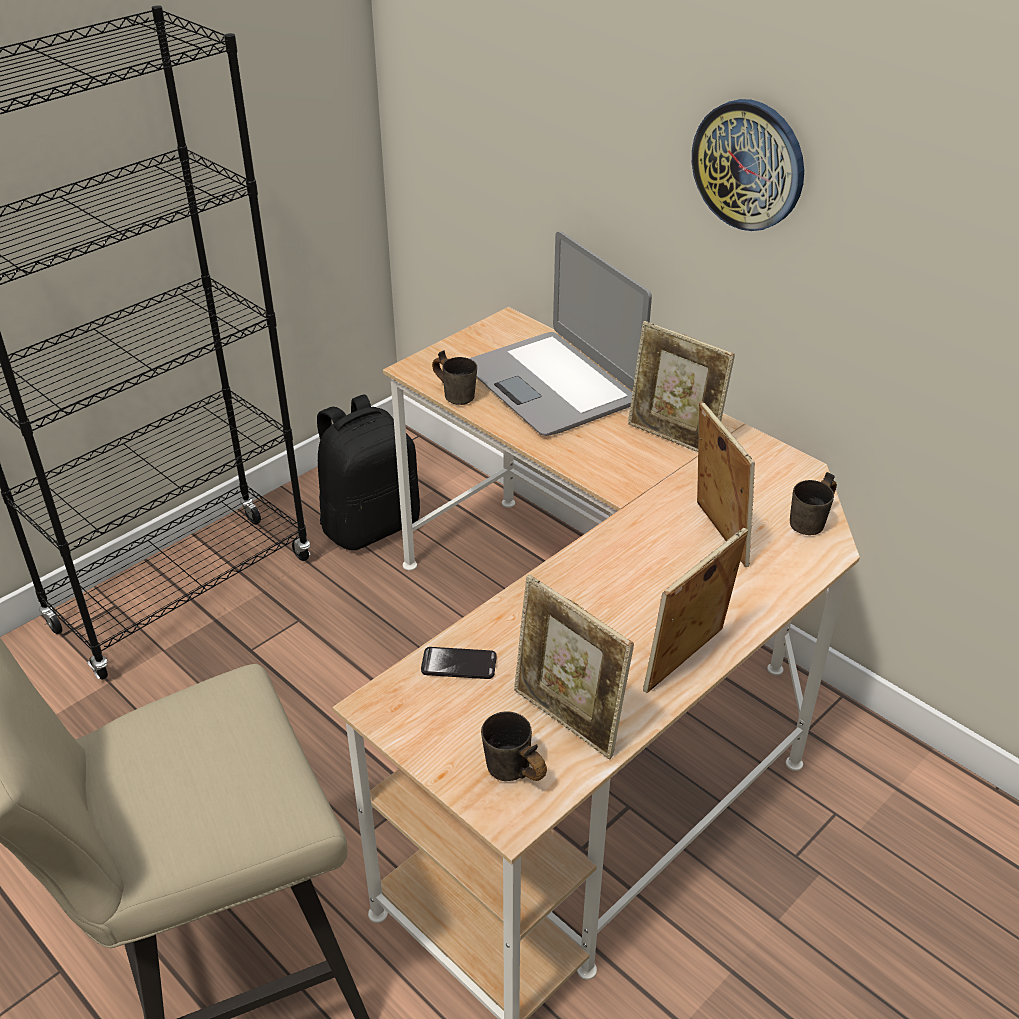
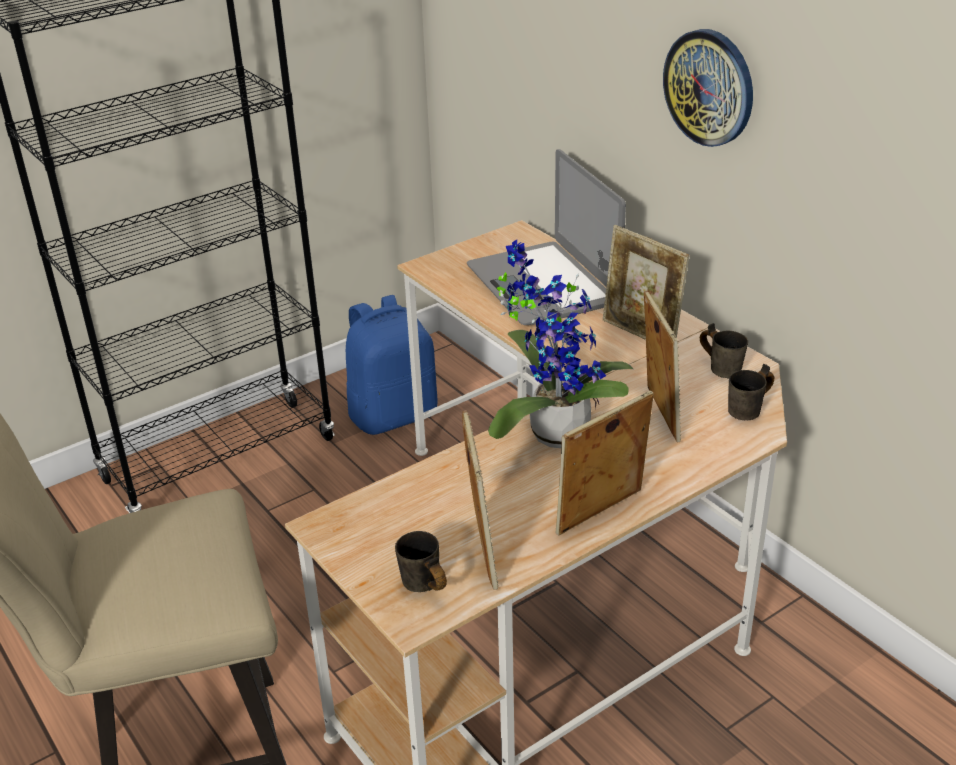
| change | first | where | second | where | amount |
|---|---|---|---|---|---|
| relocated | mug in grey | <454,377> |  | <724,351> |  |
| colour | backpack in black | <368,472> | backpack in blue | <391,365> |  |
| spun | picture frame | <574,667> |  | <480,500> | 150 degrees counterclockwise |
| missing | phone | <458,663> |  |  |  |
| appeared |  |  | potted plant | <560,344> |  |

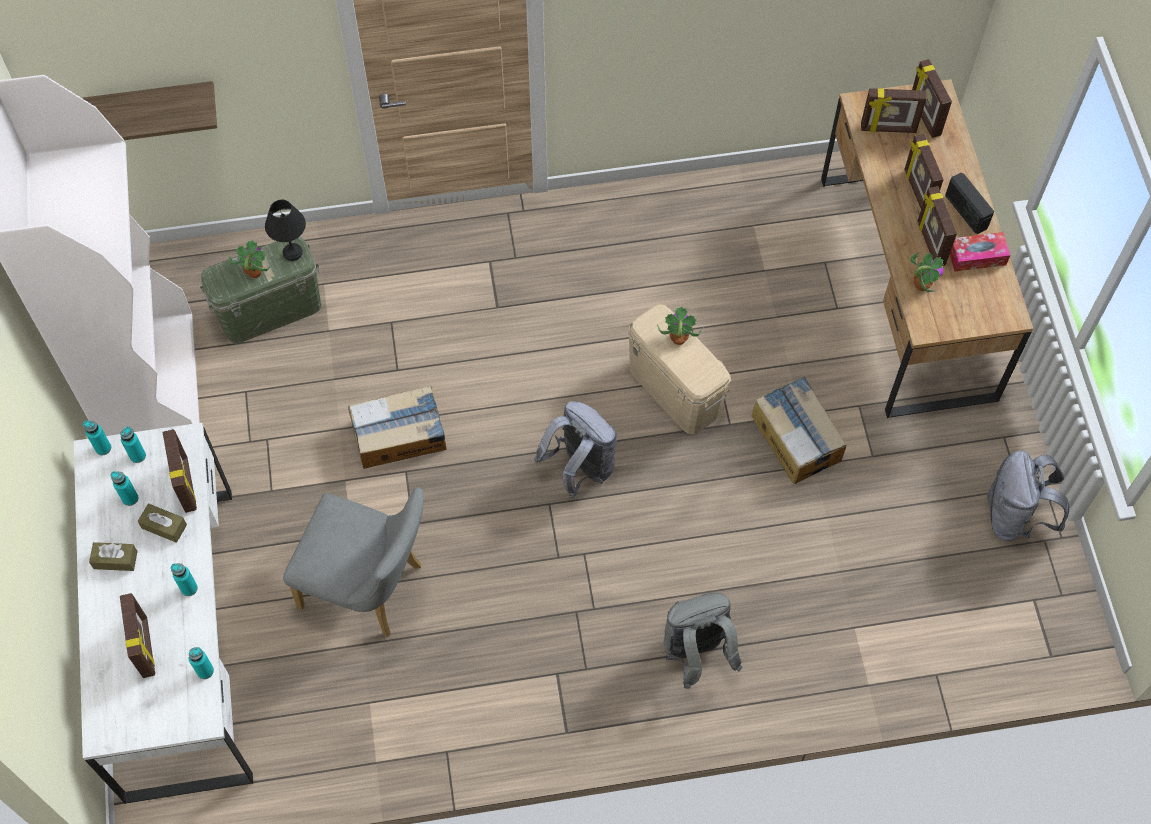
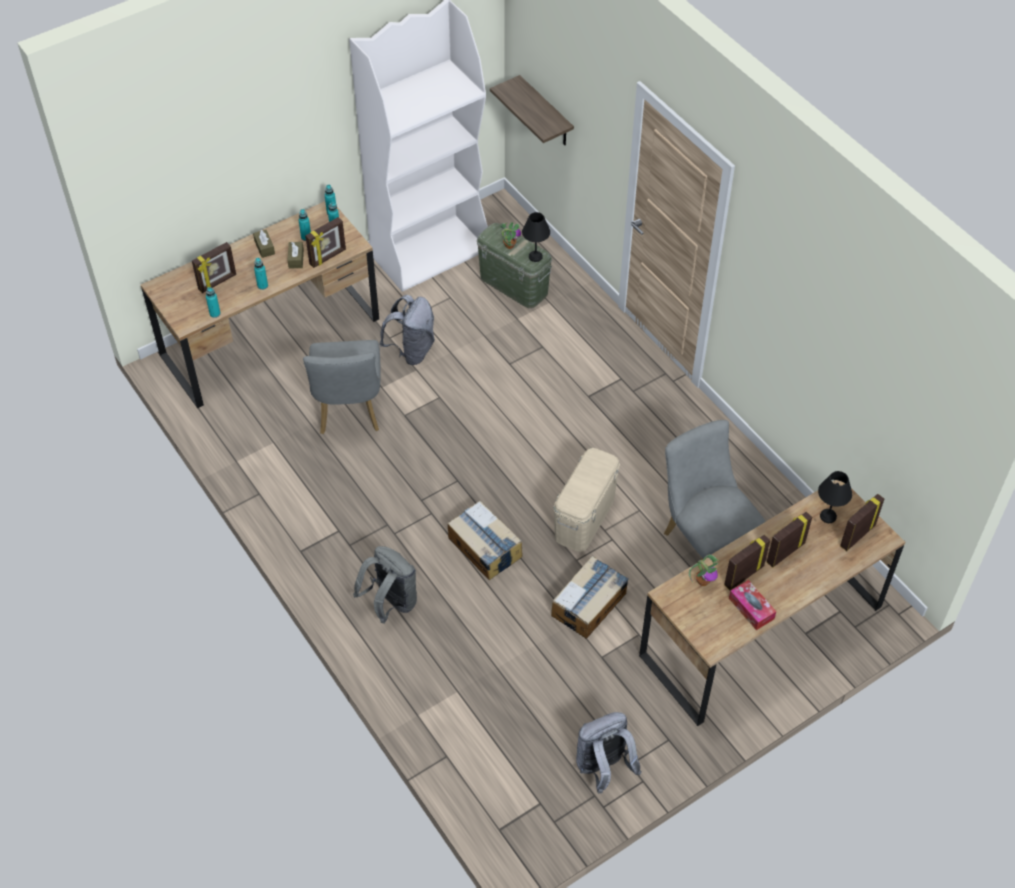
| change | first | where | second | where | amount |
|---|---|---|---|---|---|
| exchanged | picture frame | <893,110> | table lamp in black | <835,497> |  |
| missing | radio | <969,203> |  |  |  |
| missing | potted plant | <680,325> |  |  |  |
| relocated | cardboard box | <397,427> |  | <485,540> |  |
| relocated | backpack in grey | <575,449> |  | <407,330> |  |
| colour | desk in white | <163,613> | desk in brown | <260,304> |  |
| appeared |  |  | chair in grey | <715,490> |  |

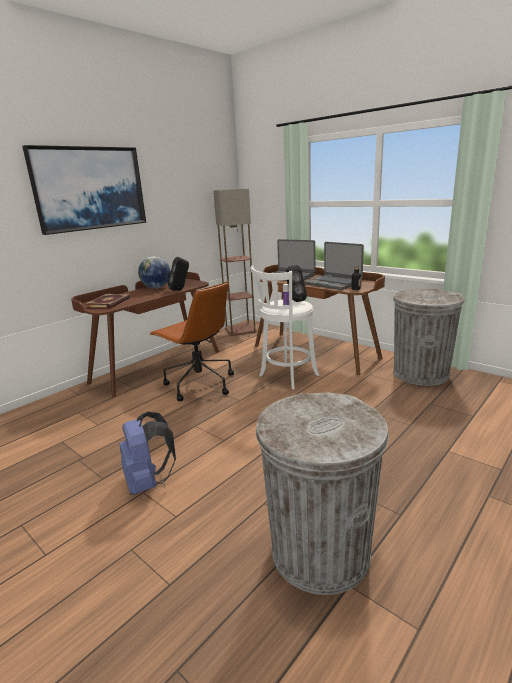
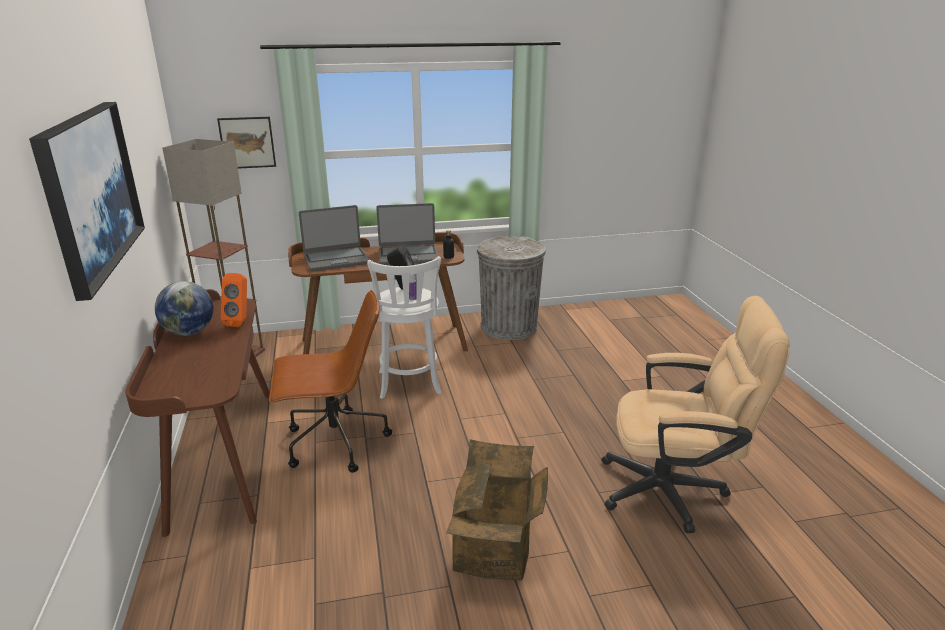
| change | first | where | second | where | amount |
|---|---|---|---|---|---|
| colour | speaker in black | <178,273> | speaker in orange | <234,300> |  |
| missing | book | <107,301> |  |  |  |
| exchanged | trash can in grey | <322,494> | office chair in beige | <695,414> |  |
| exchanged | backpack in blue | <147,453> | cardboard box | <497,509> |  |
| appeared |  |  | picture | <246,143> |  |

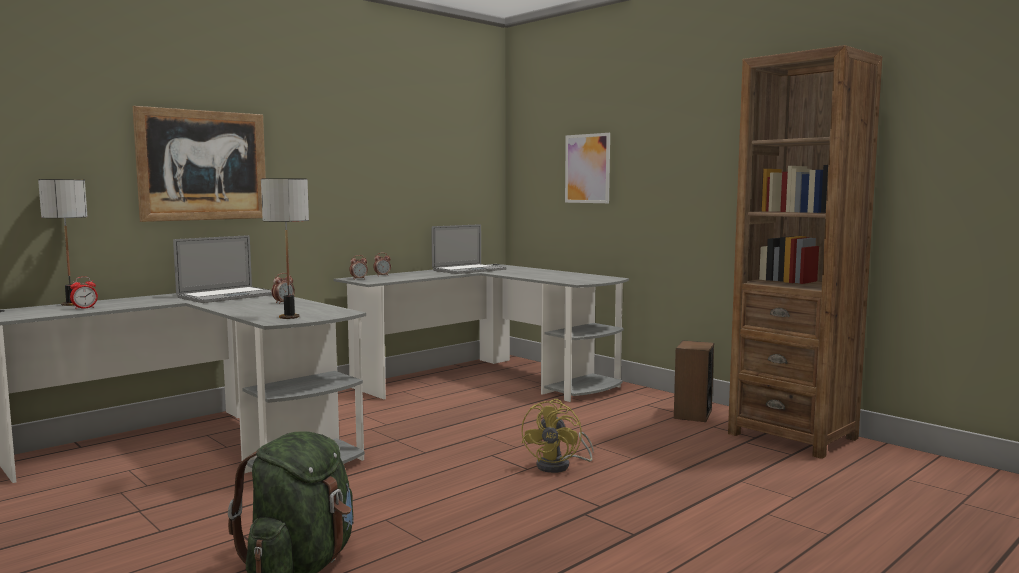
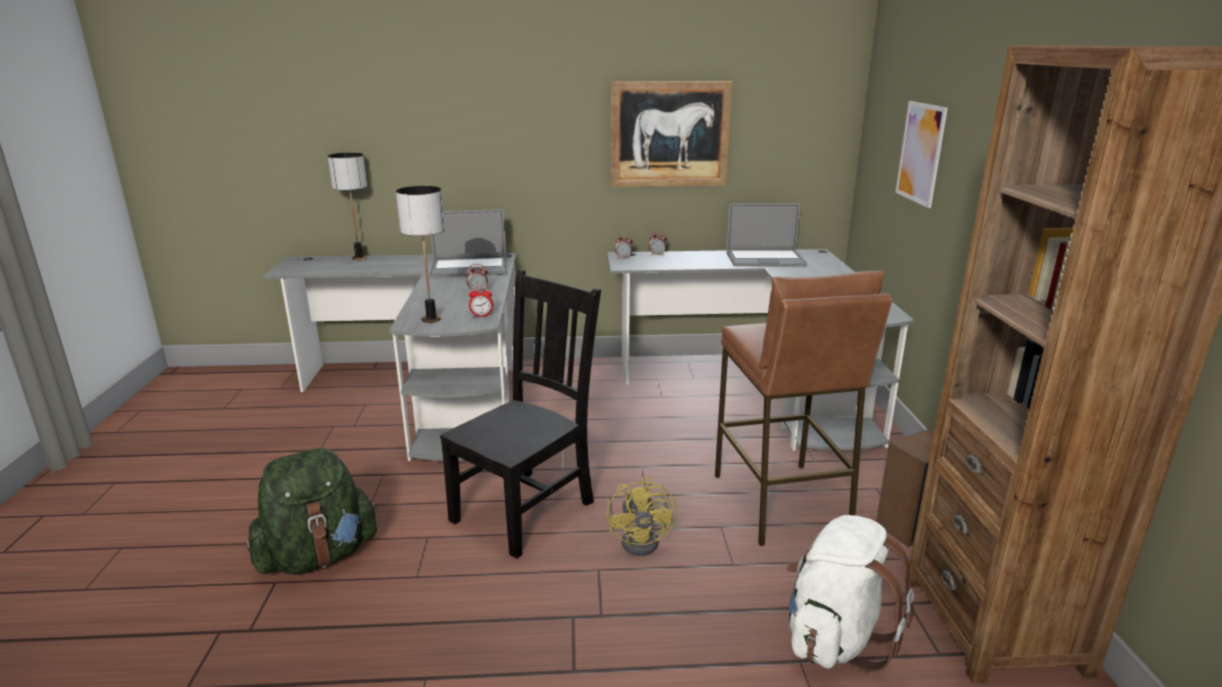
| change | first | where | second | where | amount |
|---|---|---|---|---|---|
| relocated | picture | <199,164> |  | <672,134> |  |
| relocated | alarm clock | <84,293> |  | <481,301> |  |
| spun | fan in yellow | <557,436> |  | <642,516> | 60 degrees counterclockwise |
| appeared |  |  | chair in black | <520,414> |  |
| appeared |  |  | stool in brown | <803,408> |  |
| appeared |  |  | backpack in white | <850,593> |  |

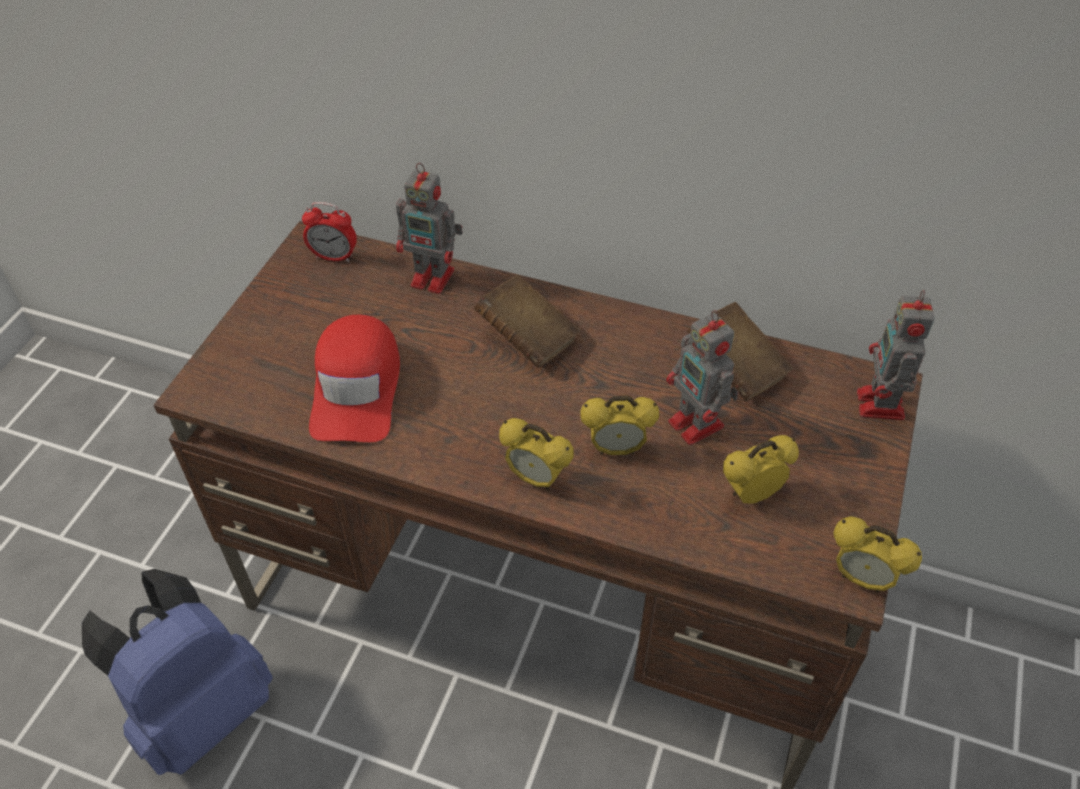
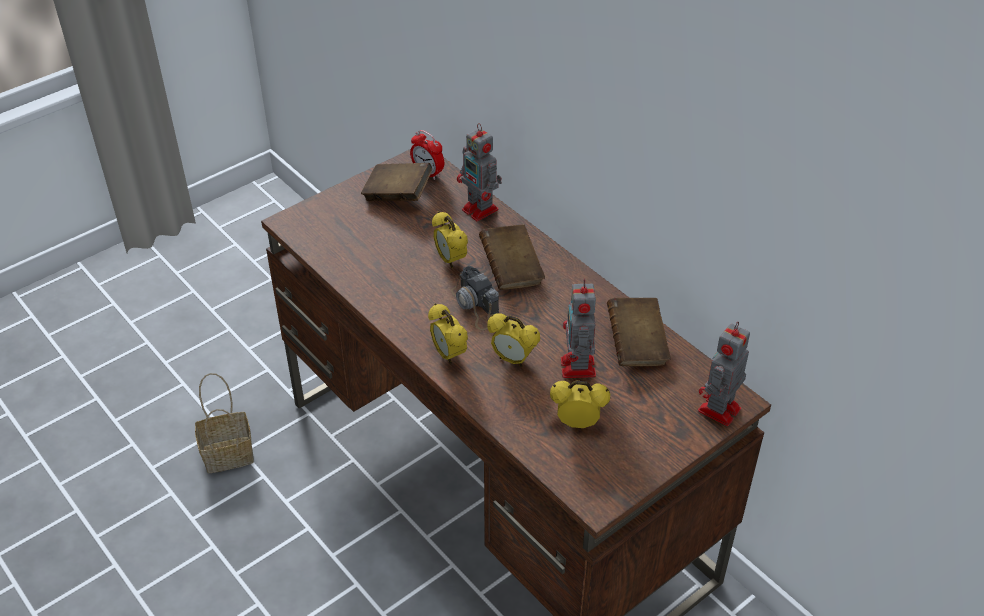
| change | first | where | second | where | amount |
|---|---|---|---|---|---|
| missing | cap in red | <354,378> |  |  |  |
| relocated | alarm clock | <878,554> |  | <450,239> |  |
| exchanged | backpack in blue | <177,672> | basket | <224,423> |  |
| appeared |  |  | book in brown | <396,182> |  |
| appeared |  |  | photo camera | <475,298> |  |

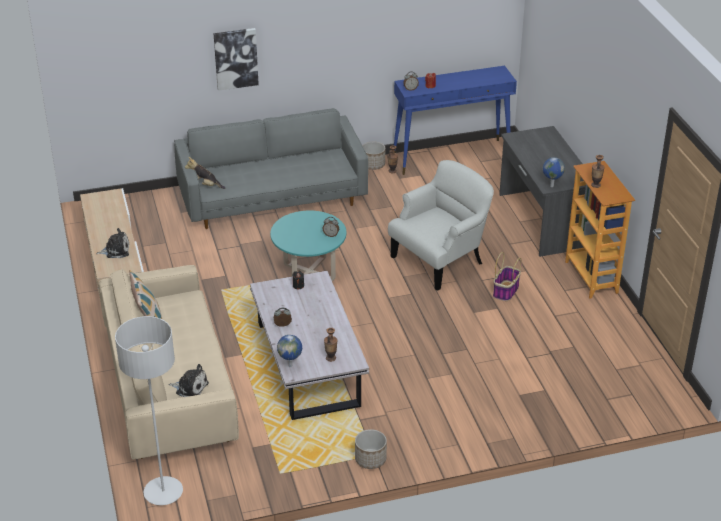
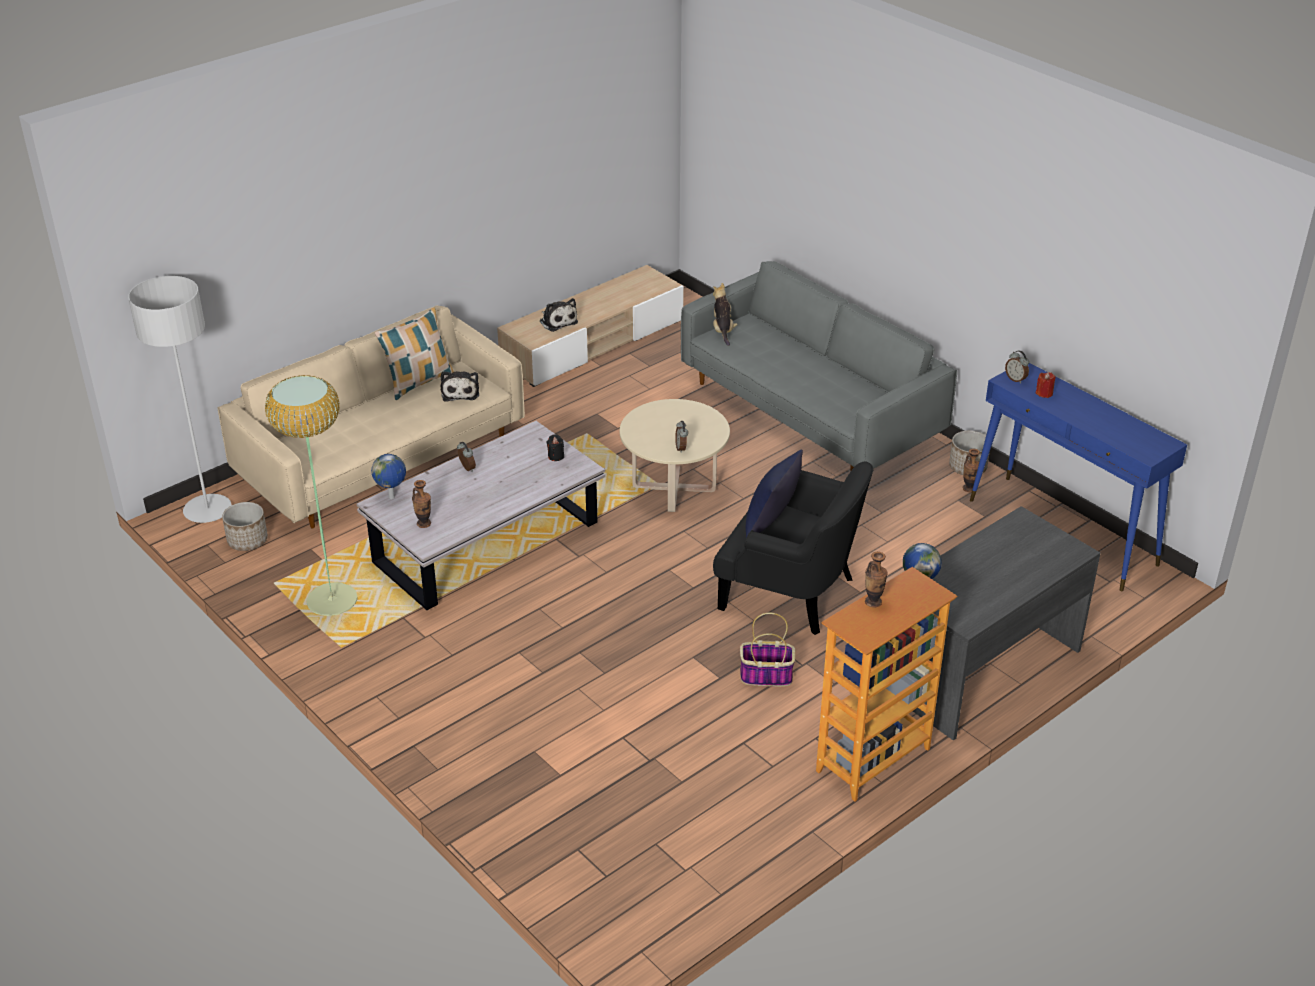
| change | first | where | second | where | amount |
|---|---|---|---|---|---|
| missing | picture | <236,59> |  |  |  |
| colour | armchair in white | <441,225> | armchair in black | <793,548> |  |
| colour | coffee table in turquoise | <308,246> | coffee table in beige | <675,455> |  |
| relocated | plush toy | <189,380> |  | <460,386> |  |
| relocated | planter | <371,449> |  | <245,526> |  |
| appeared |  |  | floor lamp | <311,495> |  |
| appeared |  |  | pillow in blue | <774,493> |  |

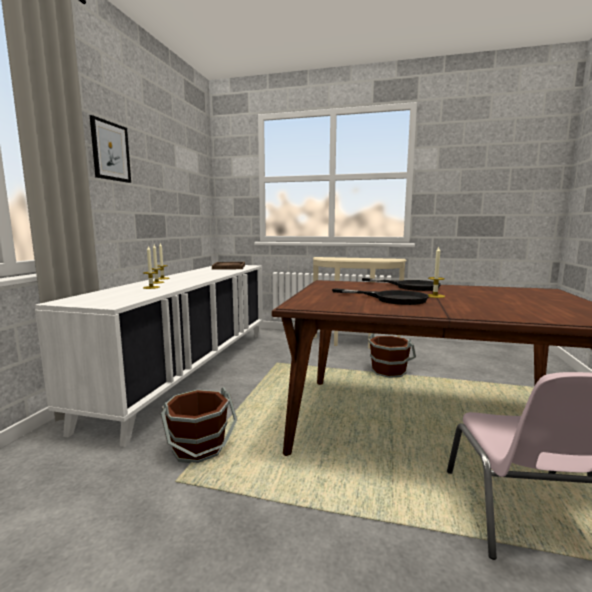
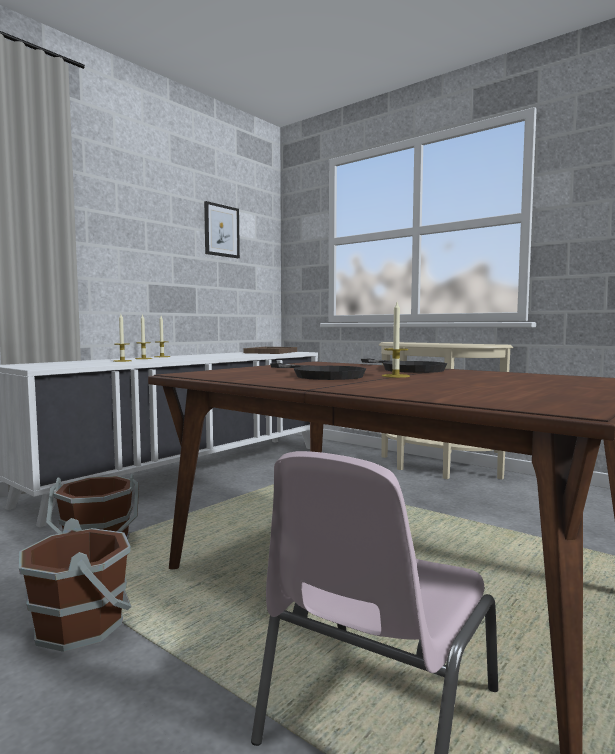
| change | first | where | second | where | amount |
|---|---|---|---|---|---|
| relocated | picture | <110,149> |  | <222,229> |  |
| relocated | bucket in brown | <392,355> |  | <75,585> |  |

